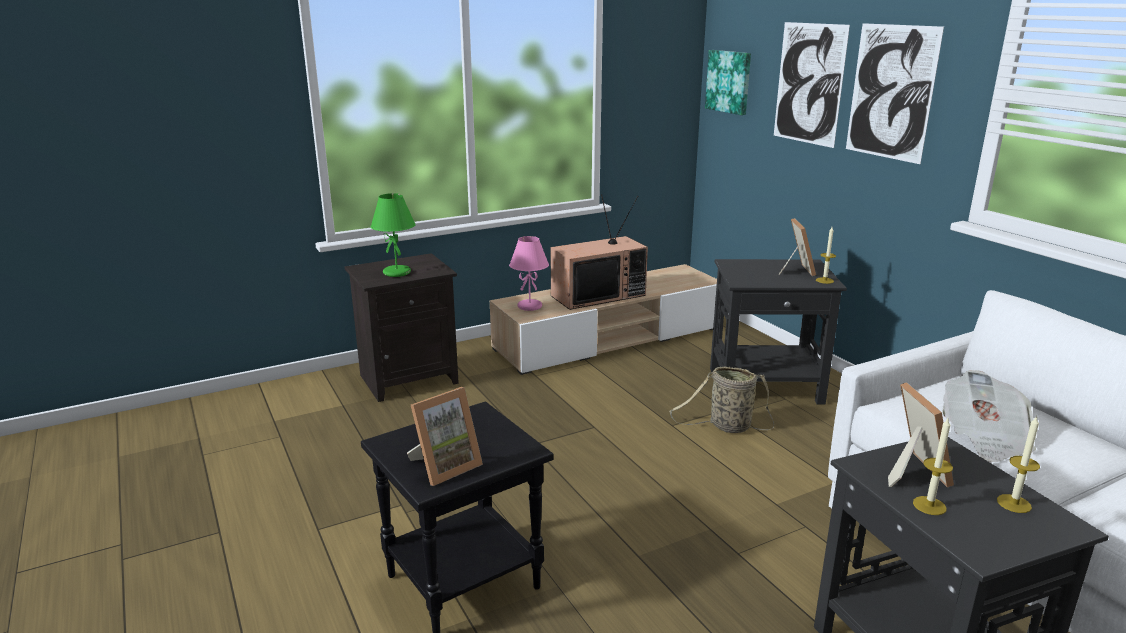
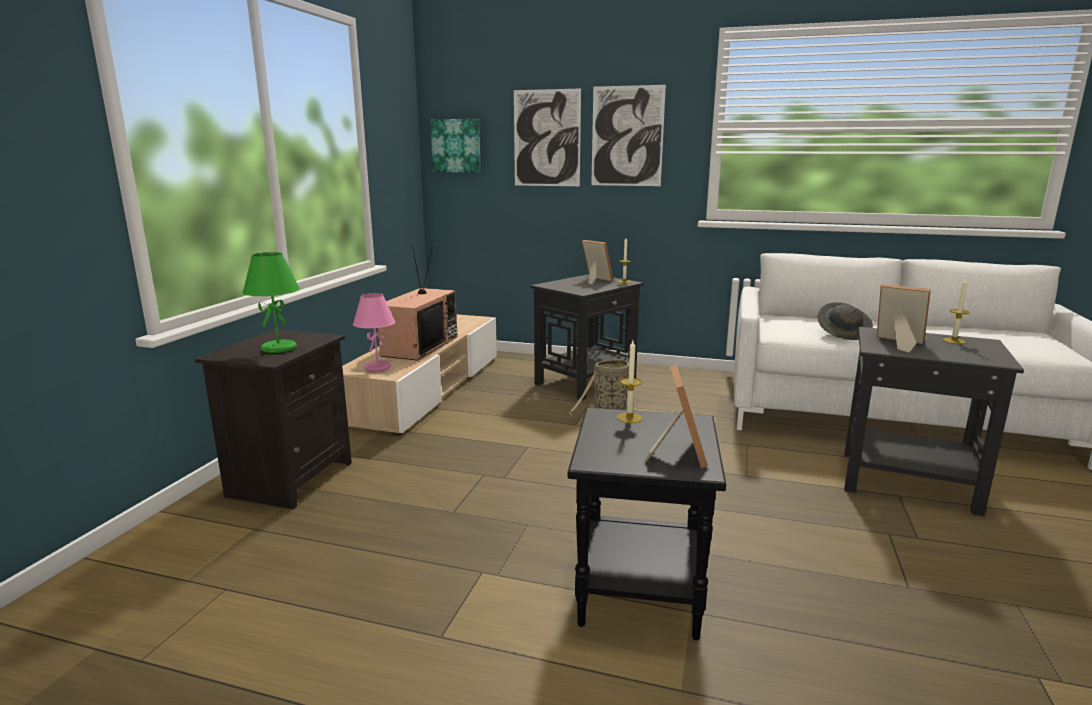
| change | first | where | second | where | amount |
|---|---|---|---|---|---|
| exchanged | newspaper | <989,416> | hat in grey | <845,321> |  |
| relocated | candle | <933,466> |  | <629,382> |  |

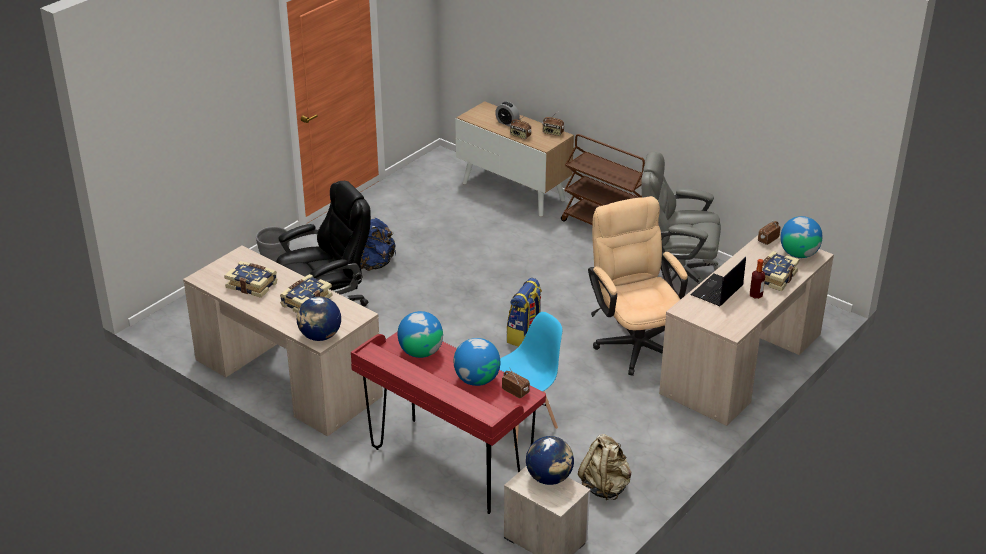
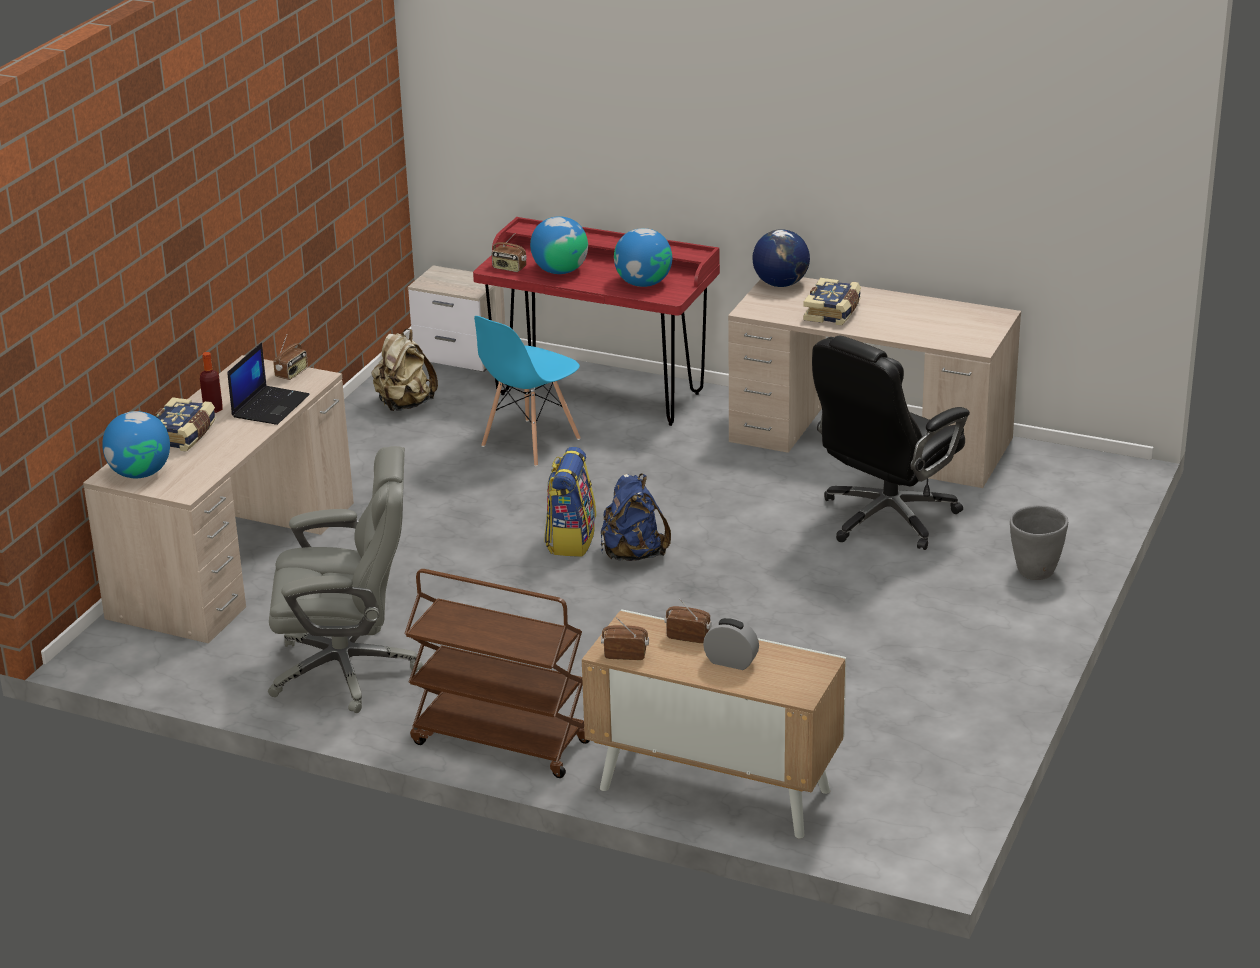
| change | first | where | second | where | amount |
|---|---|---|---|---|---|
| missing | office chair in beige | <638,286> |  |  |  |
| relocated | backpack in blue | <378,244> |  | <636,517> |  |
| relocated | radio | <769,233> |  | <290,357> |  |
| missing | book | <250,279> |  |  |  |
| missing | globe | <550,460> |  |  |  |

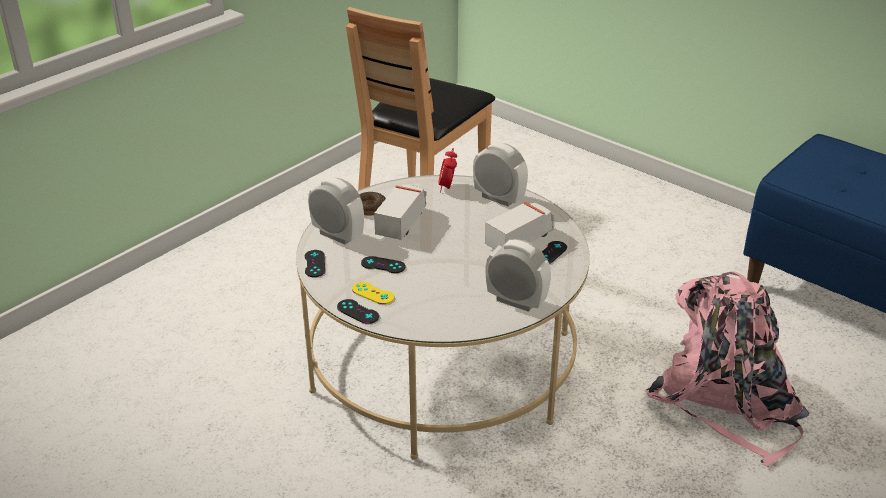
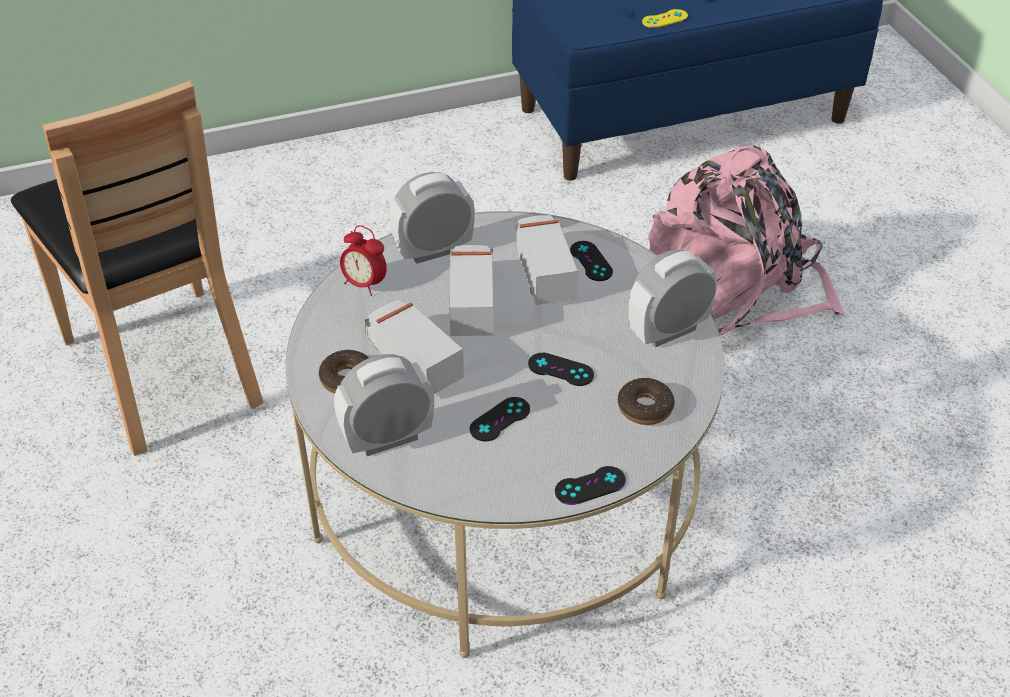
| change | first | where | second | where | amount |
|---|---|---|---|---|---|
| relocated | game controller in black | <315,263> |  | <561,369> |  |
| relocated | game controller in yellow | <373,293> |  | <665,18> |  |
| appeared |  |  | toy truck | <471,290> |  |
| appeared |  |  | donut | <646,401> |  |

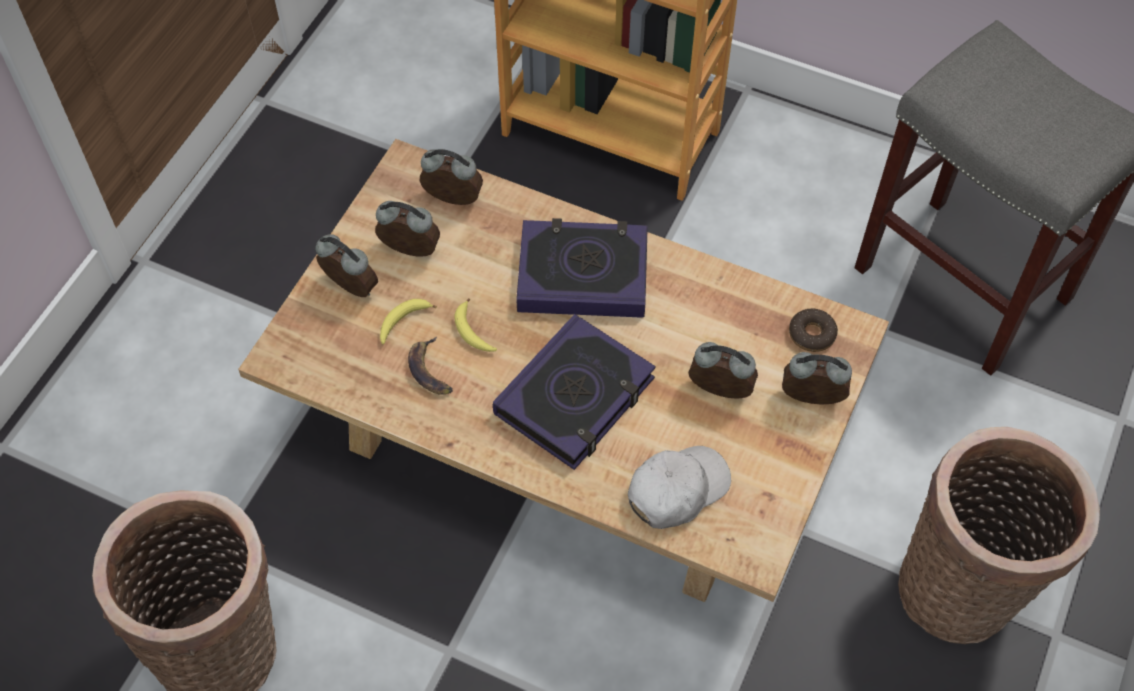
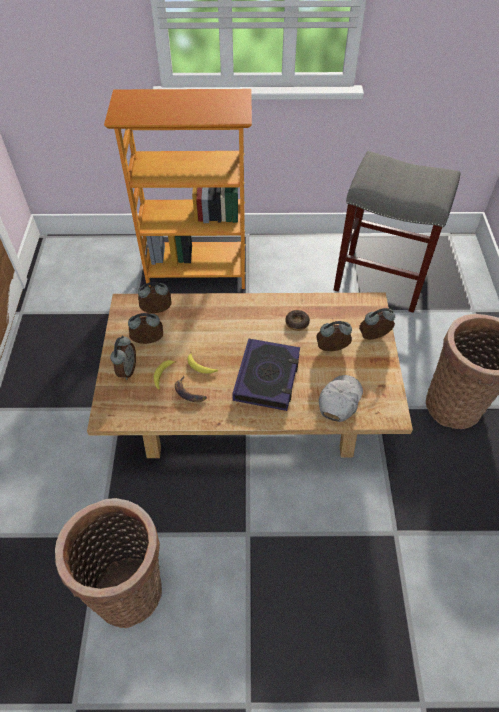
| change | first | where | second | where | amount |
|---|---|---|---|---|---|
| missing | book | <582,268> |  |  |  |
| spun | alarm clock | <347,265> |  | <123,358> | 90 degrees clockwise |
| relocated | donut | <813,330> |  | <297,320> |  |

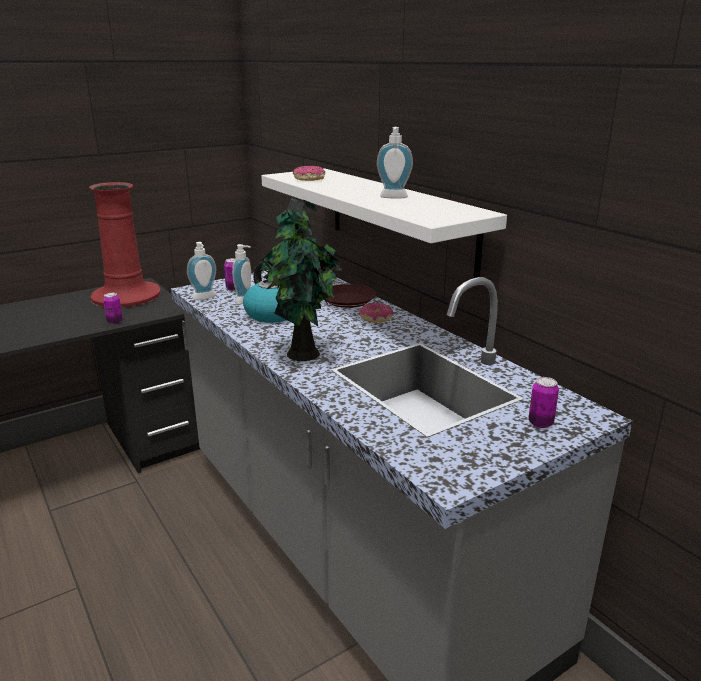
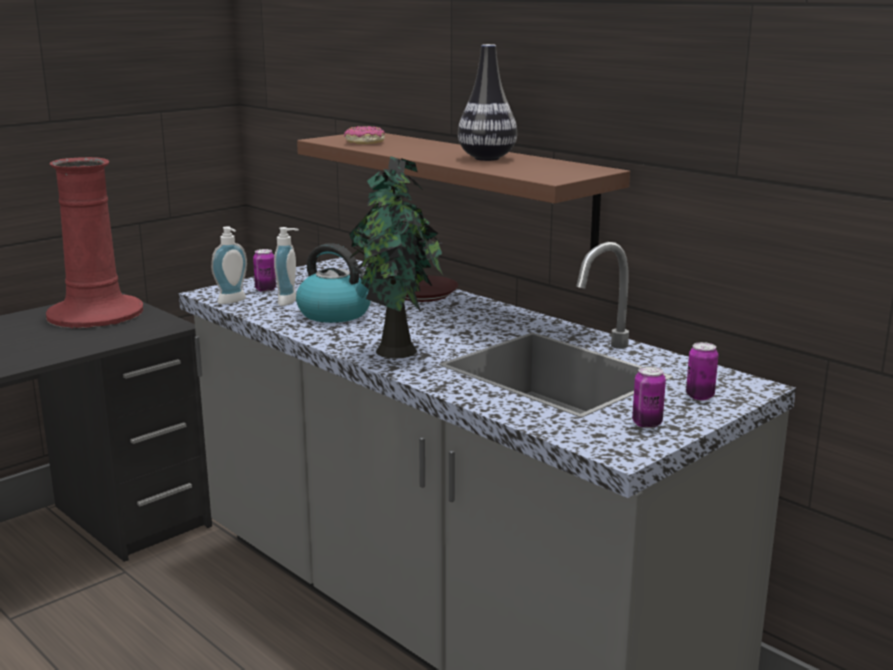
| change | first | where | second | where | amount |
|---|---|---|---|---|---|
| exchanged | soap dispenser | <395,163> | vase | <487,102> |  |
| colour | shelf in white | <384,223> | shelf in brown | <463,191> |  |
| relocated | can | <113,308> |  | <649,397> |  |
| missing | donut | <376,313> |  |  |  |

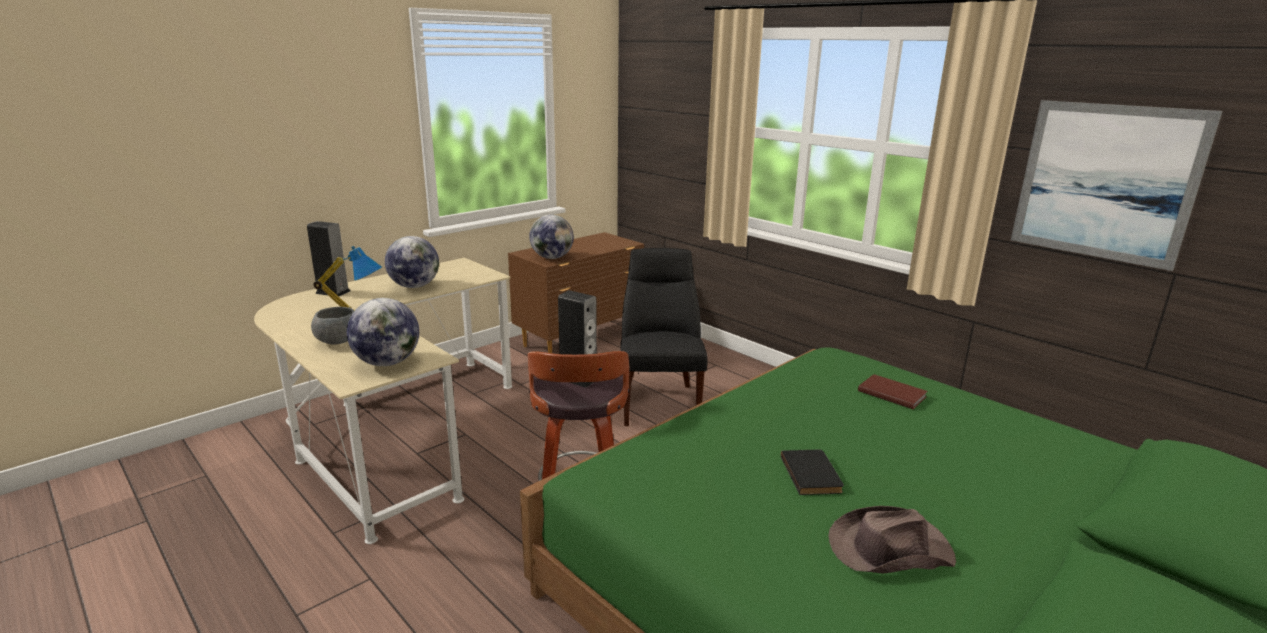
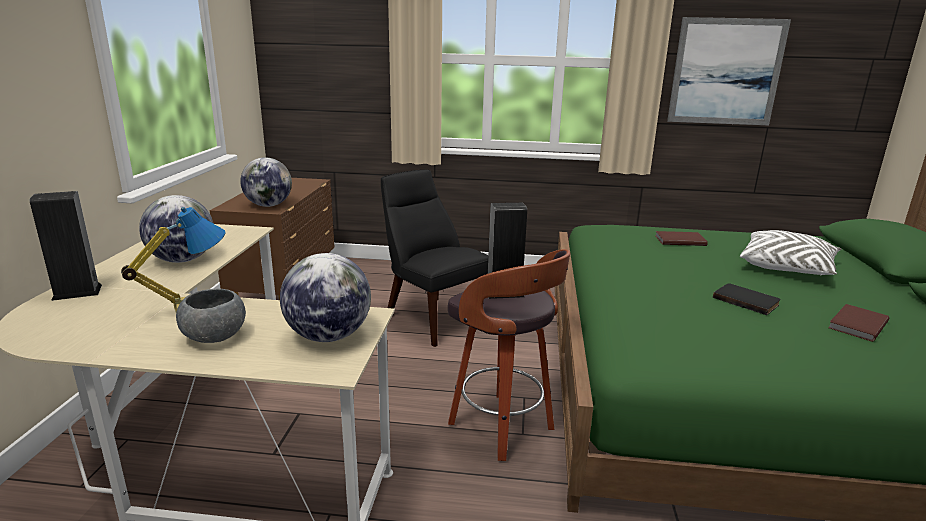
| change | first | where | second | where | amount |
|---|---|---|---|---|---|
| exchanged | hat in brown | <892,540> | book in brown | <858,323> |  |
| appeared |  |  | pillow in white | <791,252> |  |

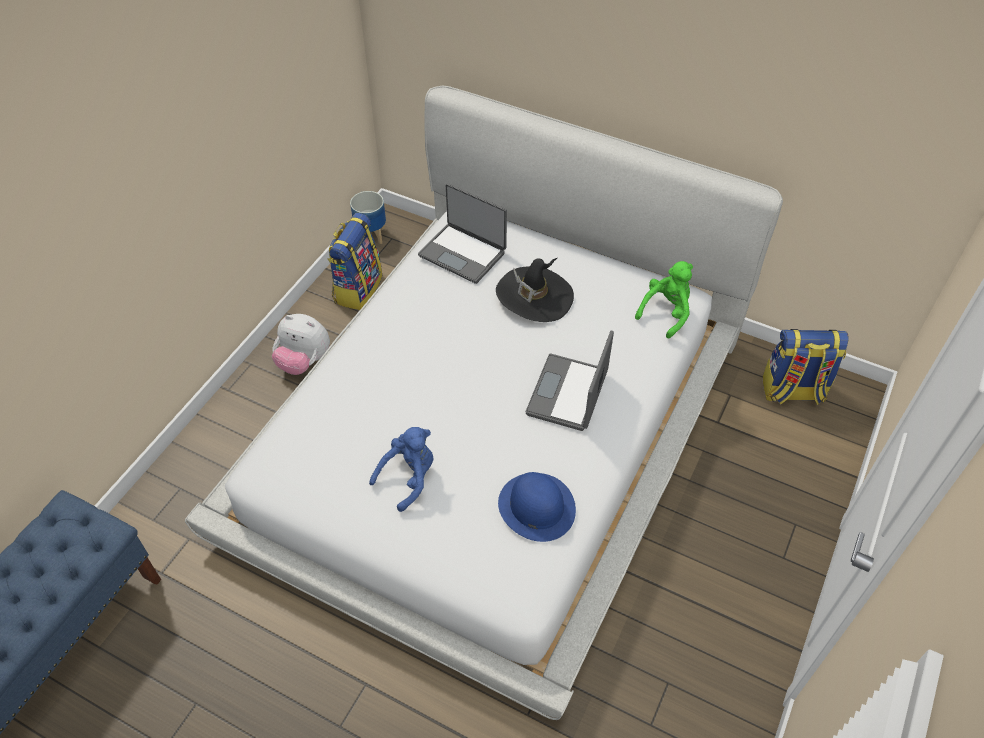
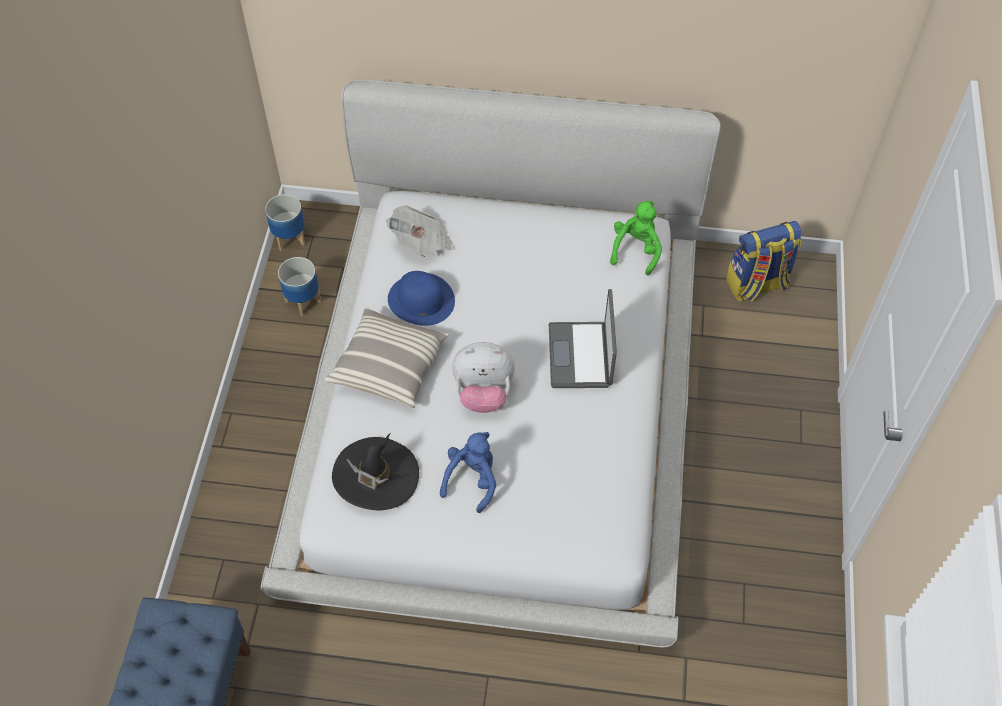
| change | first | where | second | where | amount |
|---|---|---|---|---|---|
| exchanged | laptop | <462,233> | newspaper | <420,231> |  |
| exchanged | backpack | <354,261> | planter | <299,286> |  |
| relocated | hat in black | <535,290> |  | <375,471> |  |
| relocated | plush toy | <301,344> |  | <483,377> |  |
| relocated | hat in blue | <537,507> |  | <421,298> |  |
| appeared |  |  | pillow | <387,357> |  |

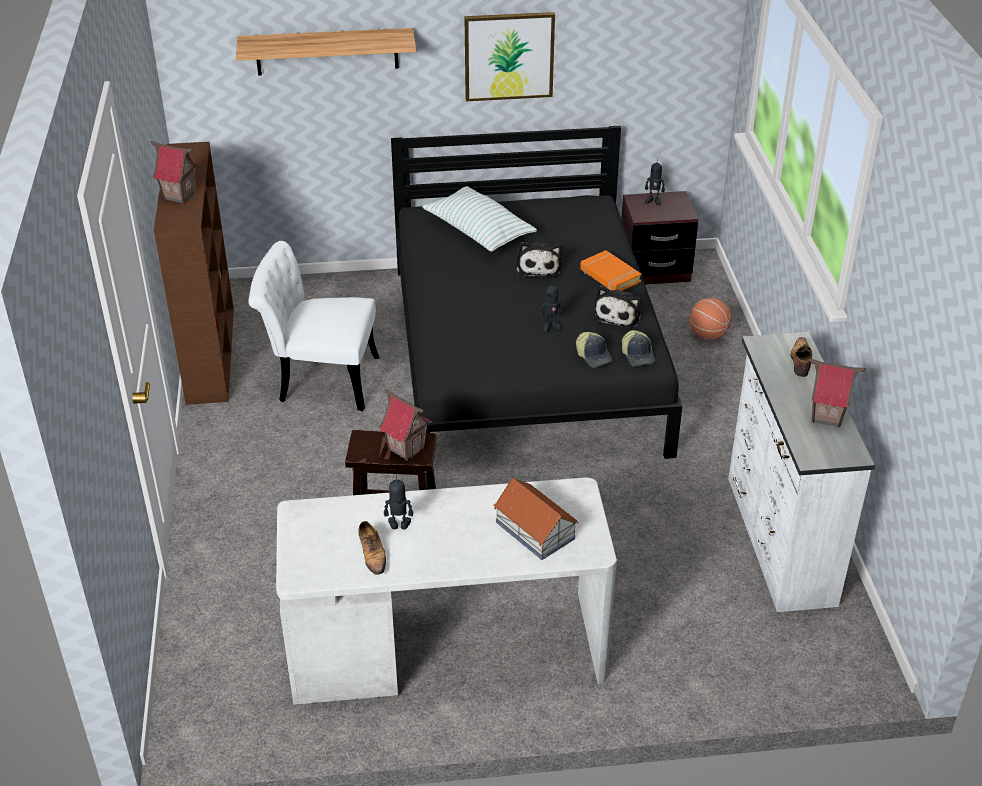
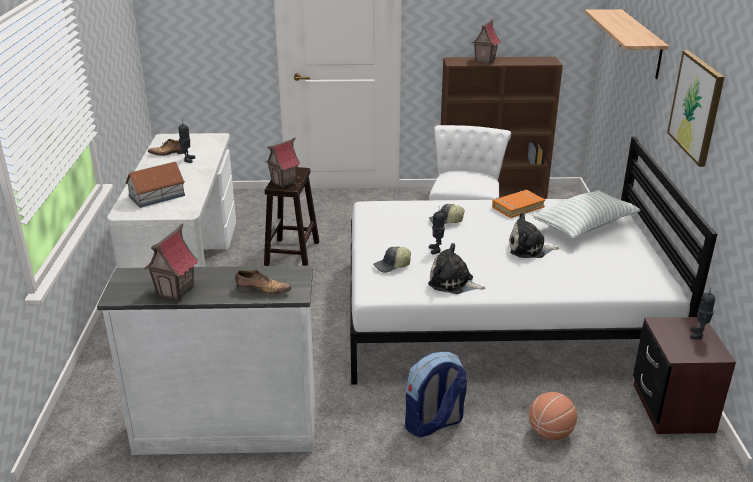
| change | first | where | second | where | amount |
|---|---|---|---|---|---|
| colour | bed in black | <536,292> | bed in white | <533,260> |  |
| relocated | book in orange | <611,270> |  | <518,204> |  |
| relocated | cap | <638,348> |  | <447,214> |  |
| appeared |  |  | backpack | <436,394> |  |

